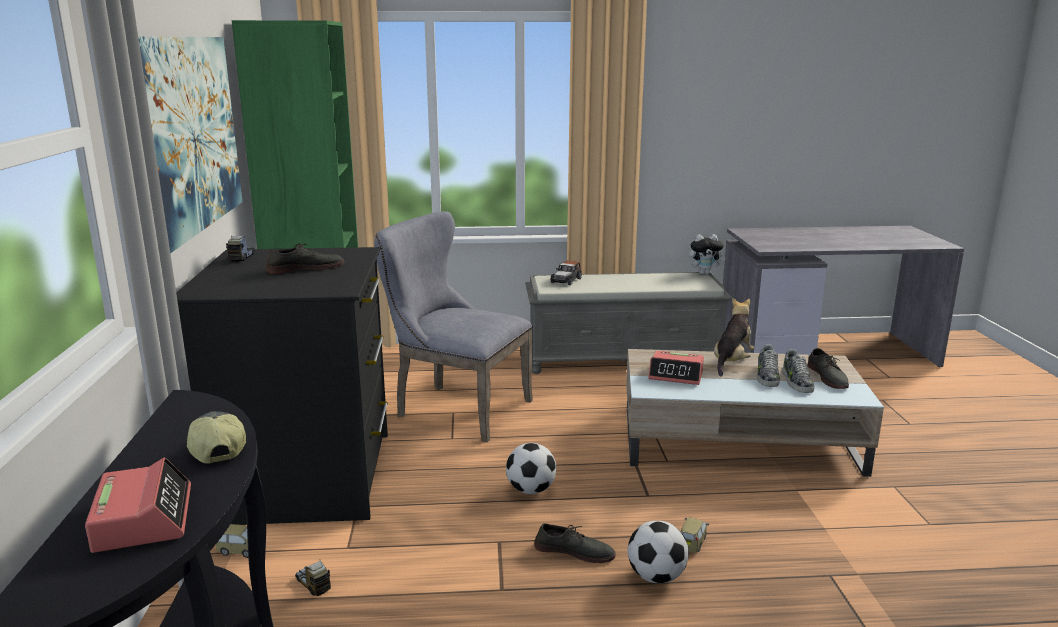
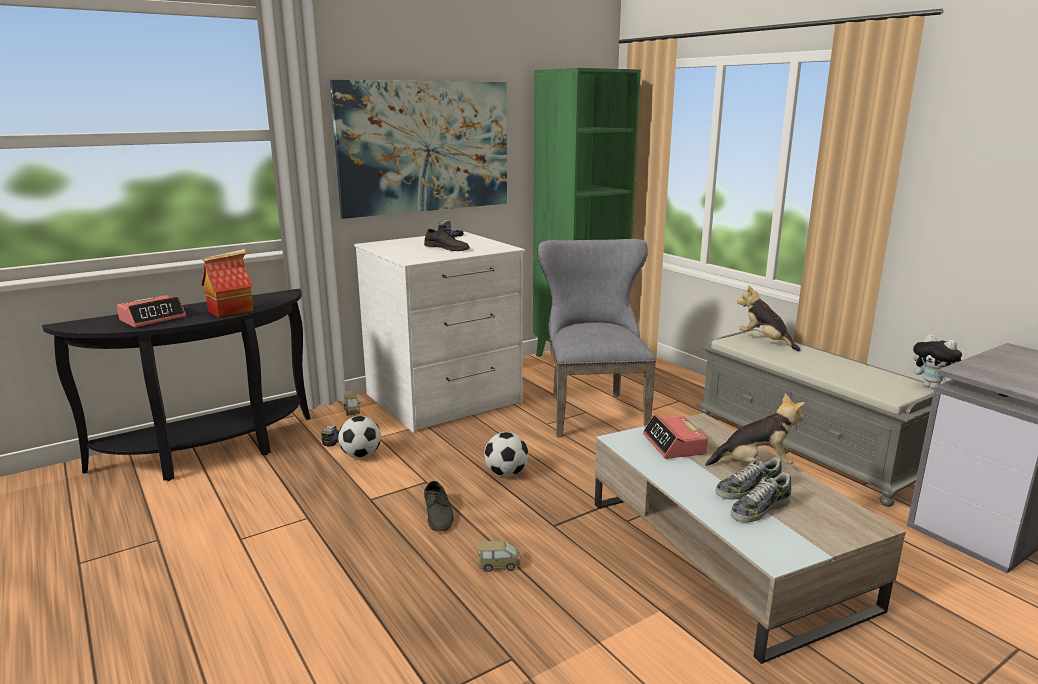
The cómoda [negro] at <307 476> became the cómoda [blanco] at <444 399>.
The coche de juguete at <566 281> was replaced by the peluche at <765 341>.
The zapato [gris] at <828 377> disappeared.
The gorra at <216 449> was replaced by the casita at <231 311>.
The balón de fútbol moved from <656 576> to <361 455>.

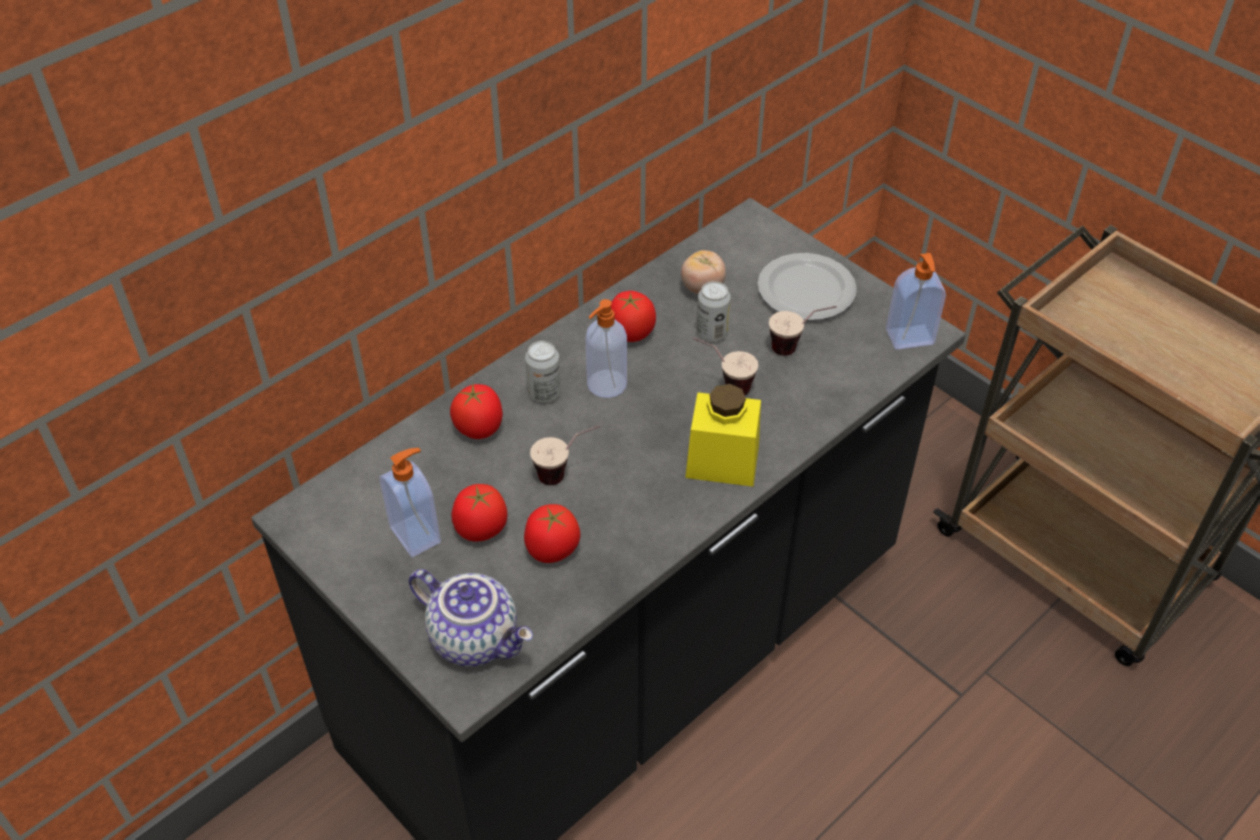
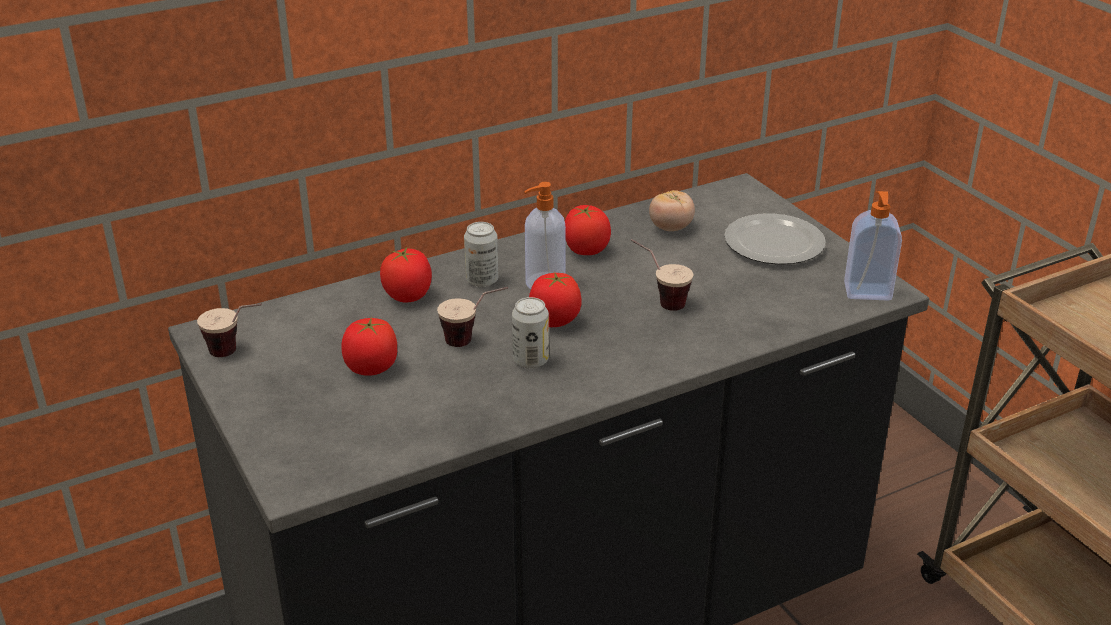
The lata moved from <712 333> to <530 360>.
The taza moved from <798 348> to <237 353>.
The tarro [amarillo] at <722 461> disappeared.
The dispensador de jabón at <417 534> disappeared.
The tomate moved from <552 550> to <554 321>.
The tetera at <476 637> disappeared.

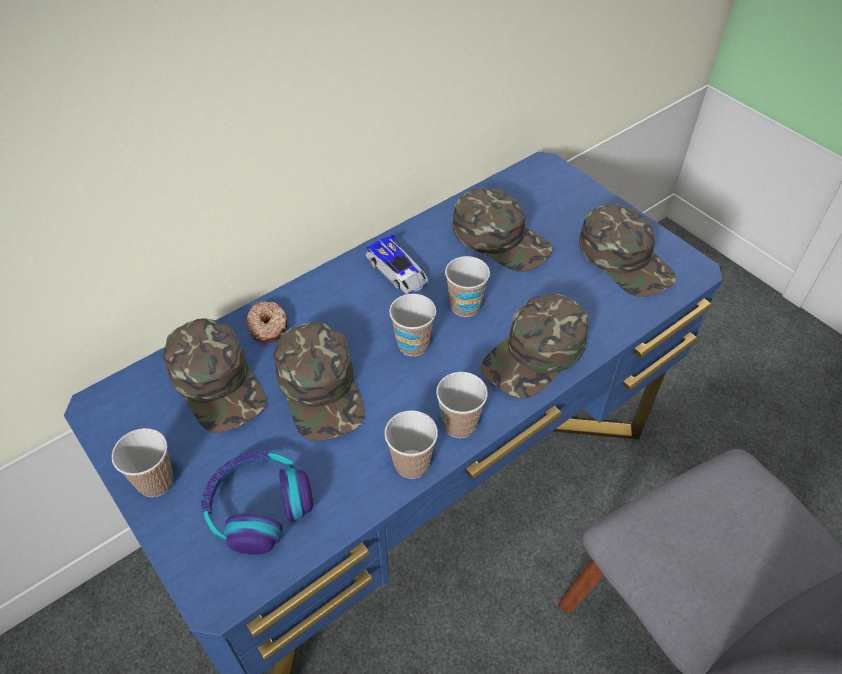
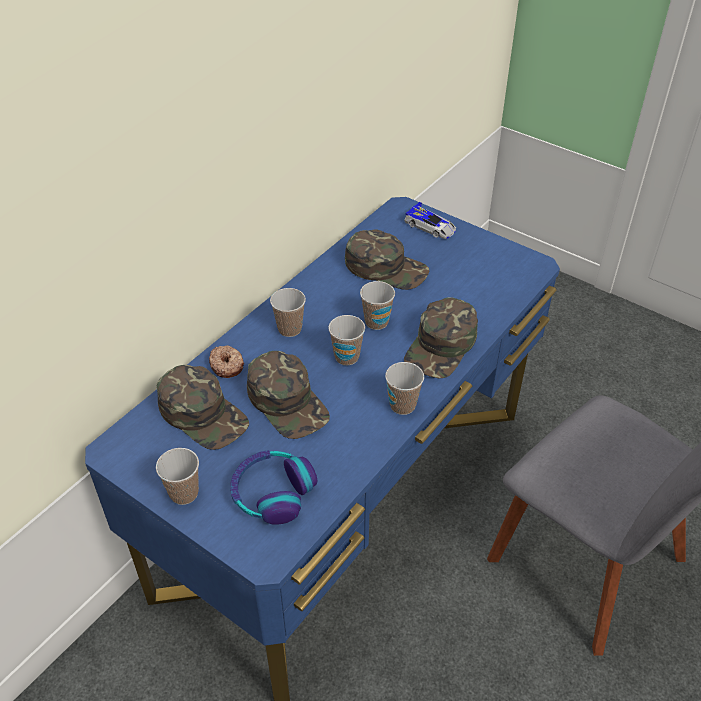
The gorra [verde] at <625 259> disappeared.
The coche de juguete moved from <398 271> to <430 227>.
The taza moved from <411 464> to <289 329>.

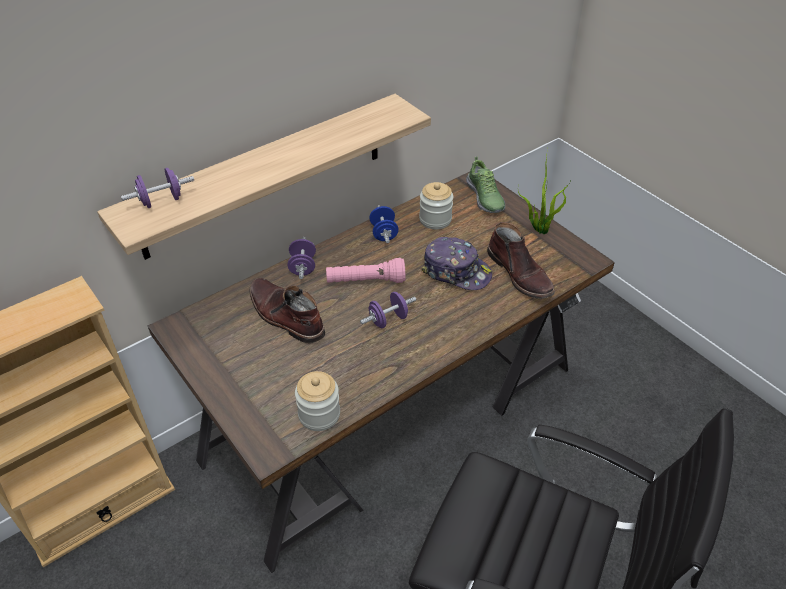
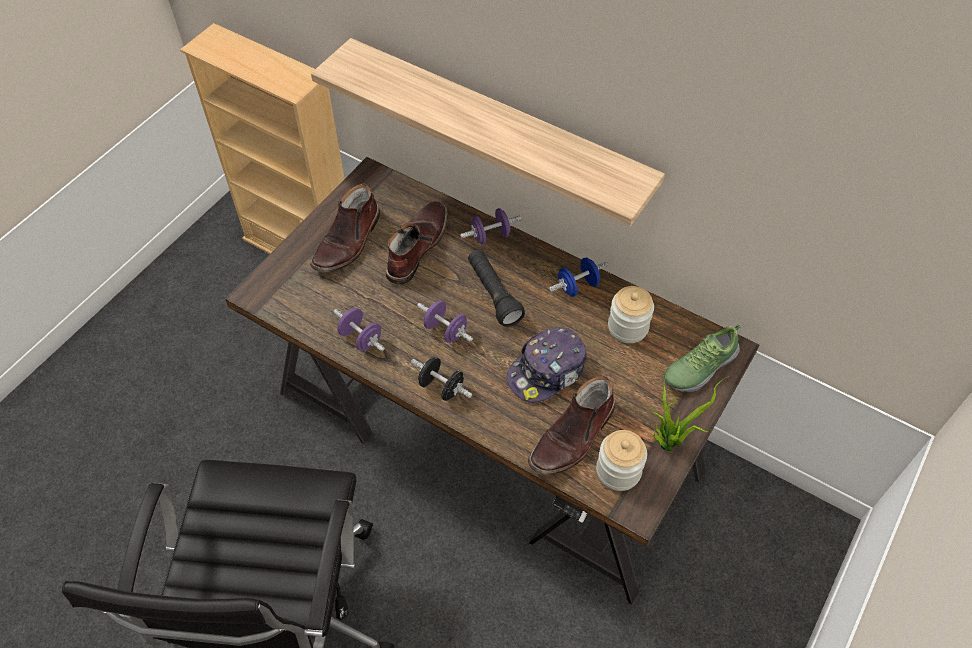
The mancuerna [morado] moved from <161 201> to <361 338>.
The gorra at <456 271> turned 45 degrees clockwise.
The linterna [rosa] at <365 281> became the linterna [negro] at <493 294>.
The tarro moved from <319 414> to <618 471>.
The bota [marrón] at <348 242> appeared.
The mancuerna [negro] at <441 387> appeared.

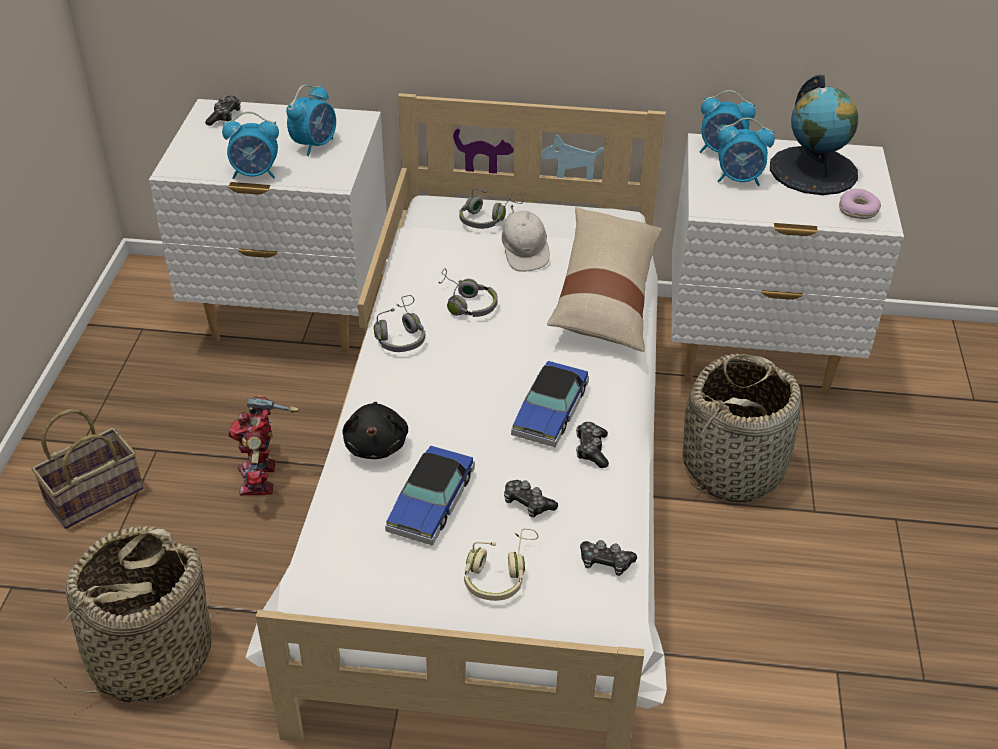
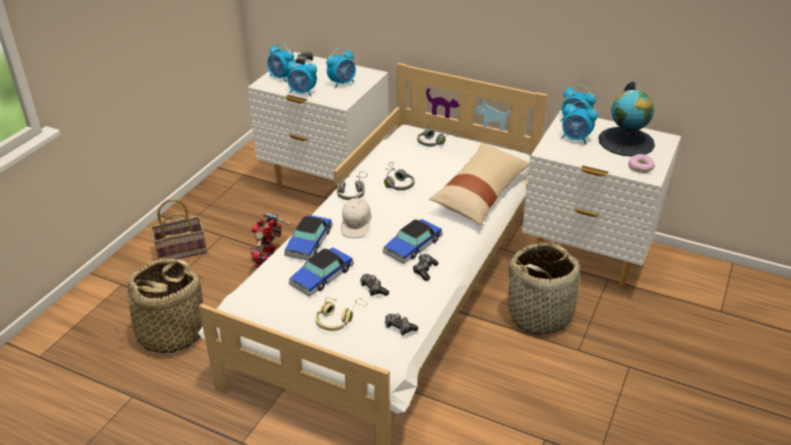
The gorra [blanco] moved from <524 253> to <356 226>.
The peluche [negro] at <376 444> was replaced by the coche de juguete at <309 243>.
The despertador at <282 78> appeared.

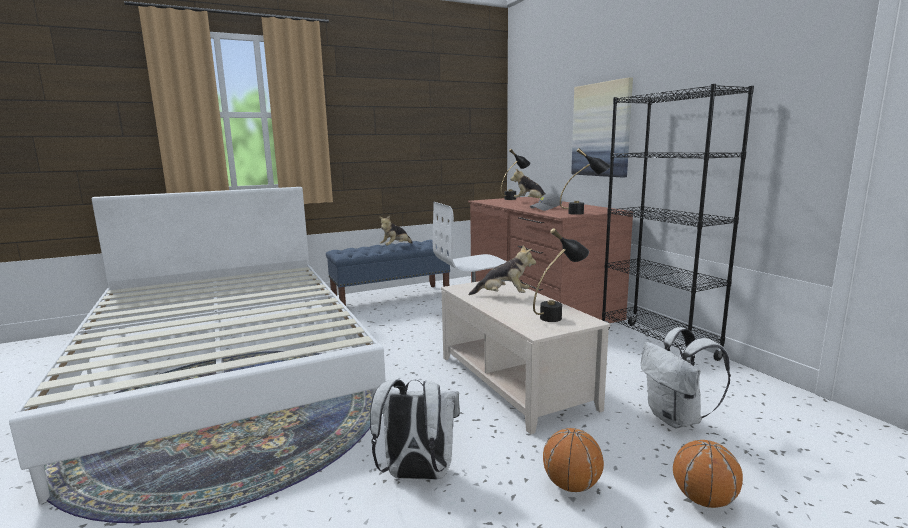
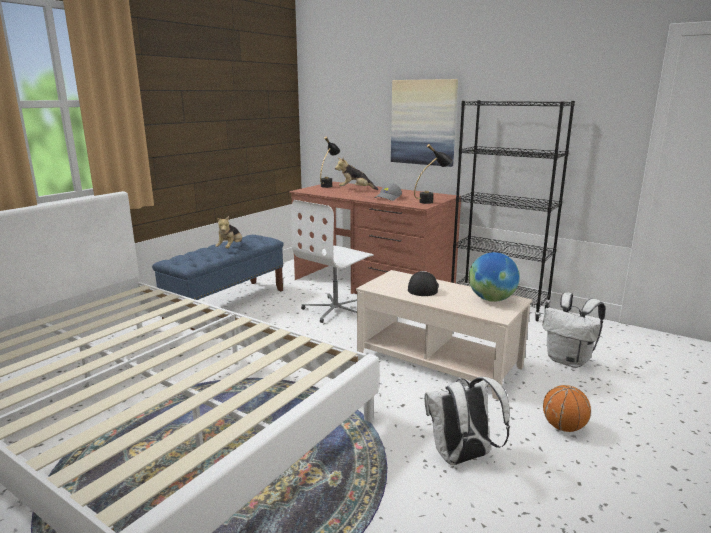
The lámpara de mesa [negro] at <558 316> was replaced by the globo terráqueo at <491 299>.
The peluche at <503 296> was replaced by the gorra at <423 288>.
The balón de baloncesto at <703 500> disappeared.

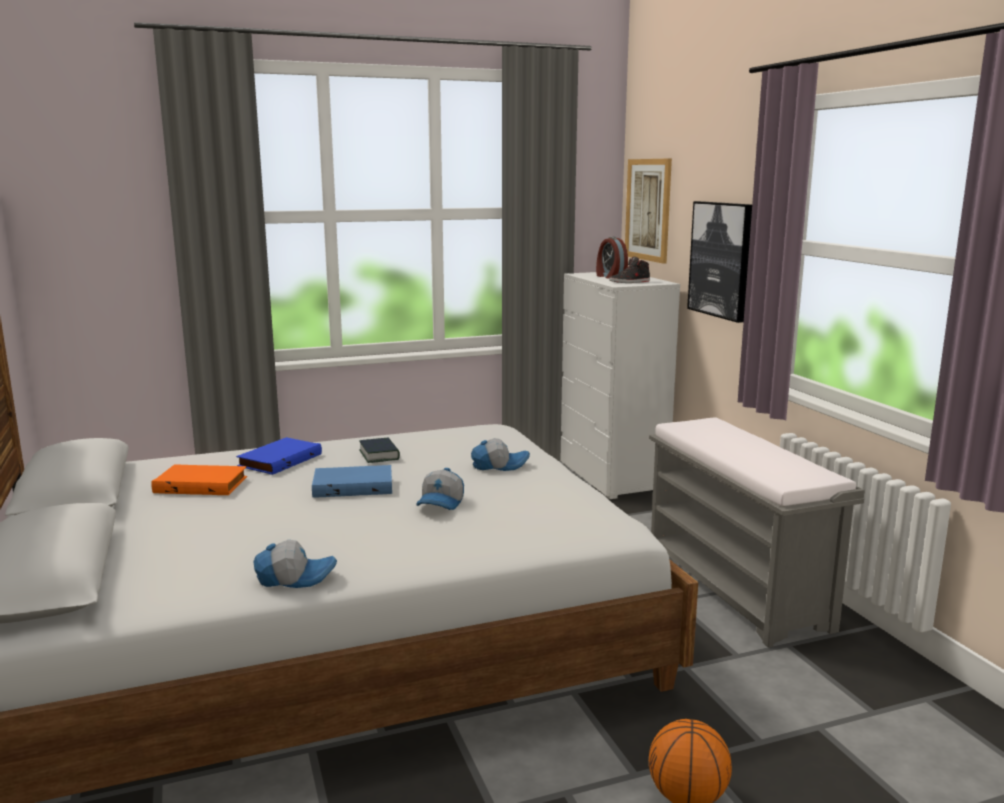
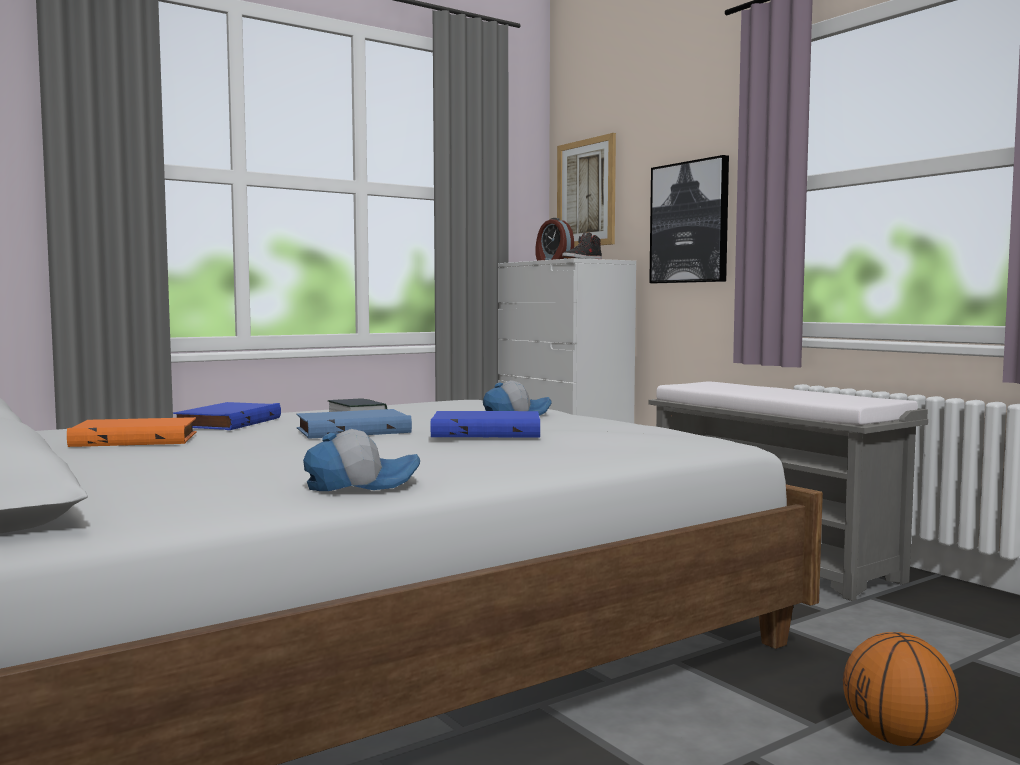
The gorra at <442 503> was replaced by the libro [azul] at <487 431>.

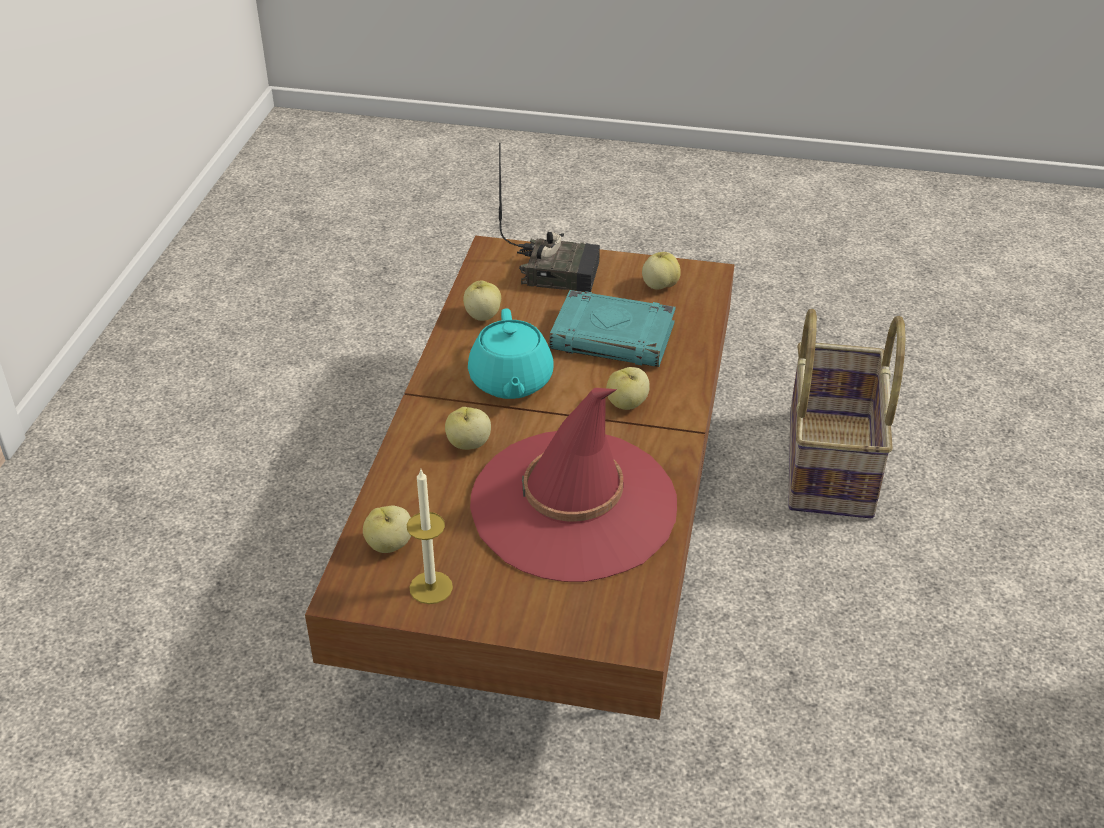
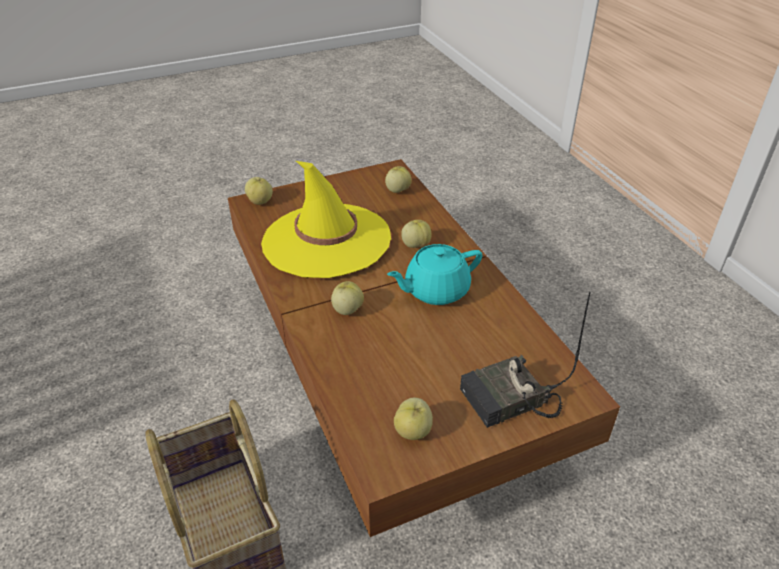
The manzana moved from <482 316> to <260 201>.
The libro [turquesa] at <614 337> disappeared.
The tetera [turquesa] at <510 382> turned 75 degrees counterclockwise.
The sombrero [rojo] at <574 505> became the sombrero [amarillo] at <326 240>.
The vela at <431 587> disappeared.

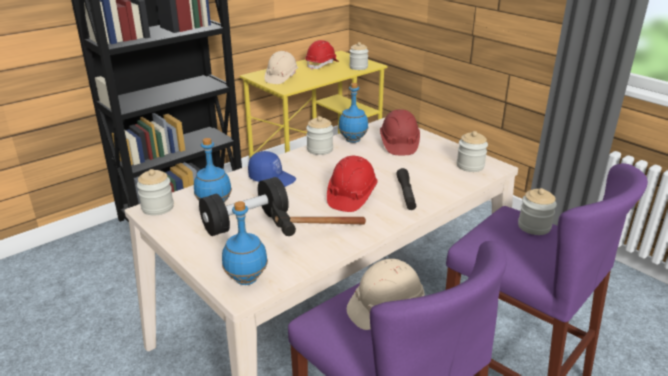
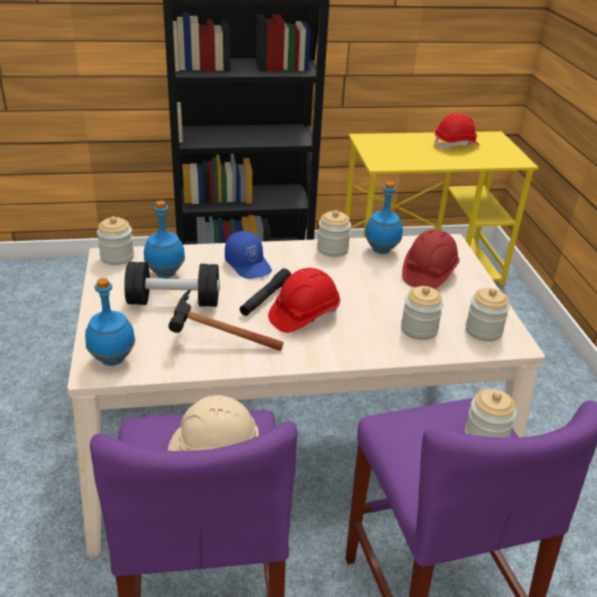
The tarro moved from <358 67> to <419 329>.
The casco [beis] at <281 78> disappeared.
The linterna [negro] moved from <406 194> to <265 298>.

